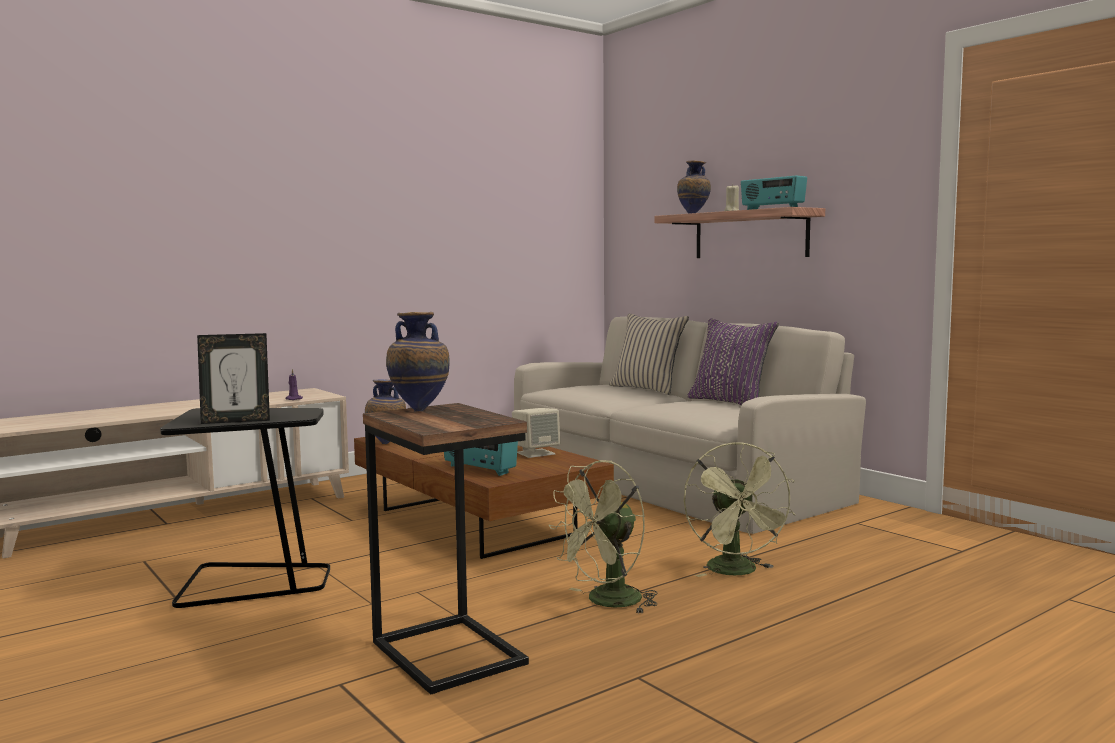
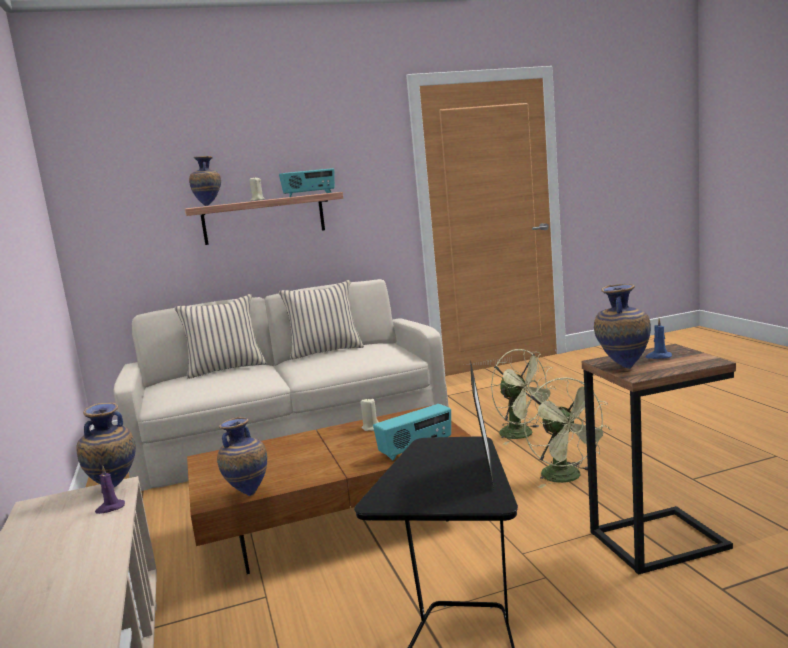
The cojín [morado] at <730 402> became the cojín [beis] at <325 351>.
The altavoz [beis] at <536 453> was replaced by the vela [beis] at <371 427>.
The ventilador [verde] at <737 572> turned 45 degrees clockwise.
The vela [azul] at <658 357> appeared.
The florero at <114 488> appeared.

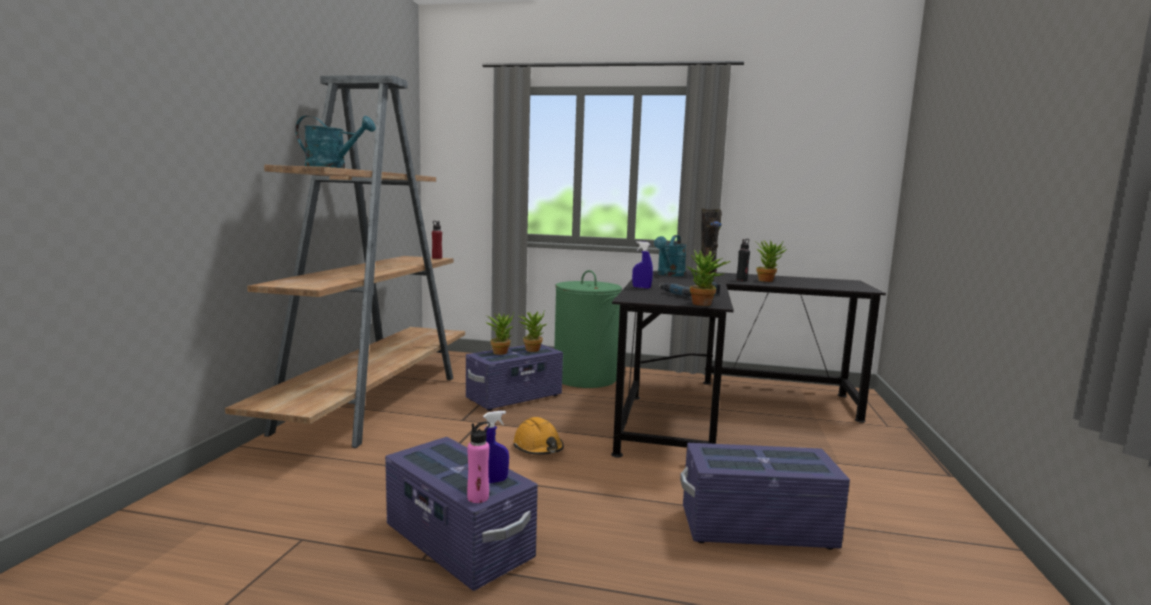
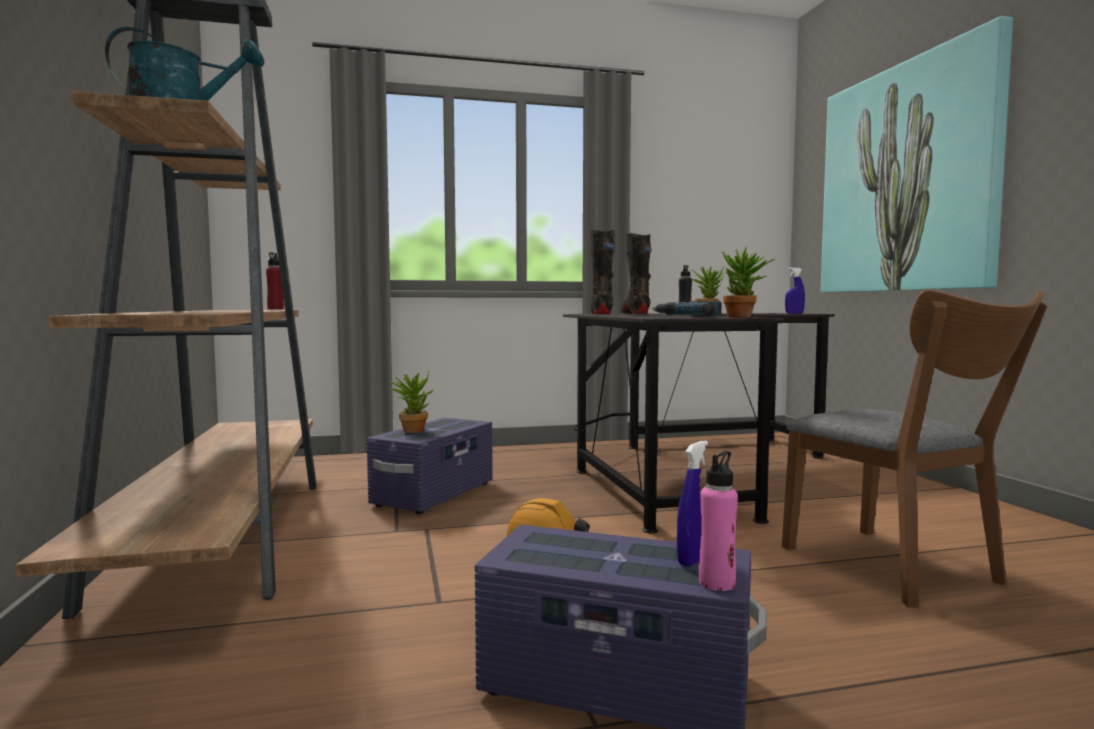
The regadera [turquesa] at <669 275> was replaced by the bota [negro] at <601 314>.
The pulverizador [azul] moved from <641 287> to <794 313>.
The cesto de la ropa [verde] at <584 378> disappeared.
The planta en maceta at <532 349> disappeared.
The caja de almacenaje [morado] at <756 528> was replaced by the silla [marrón] at <900 570>.
The cuadro at <906 179> appeared.

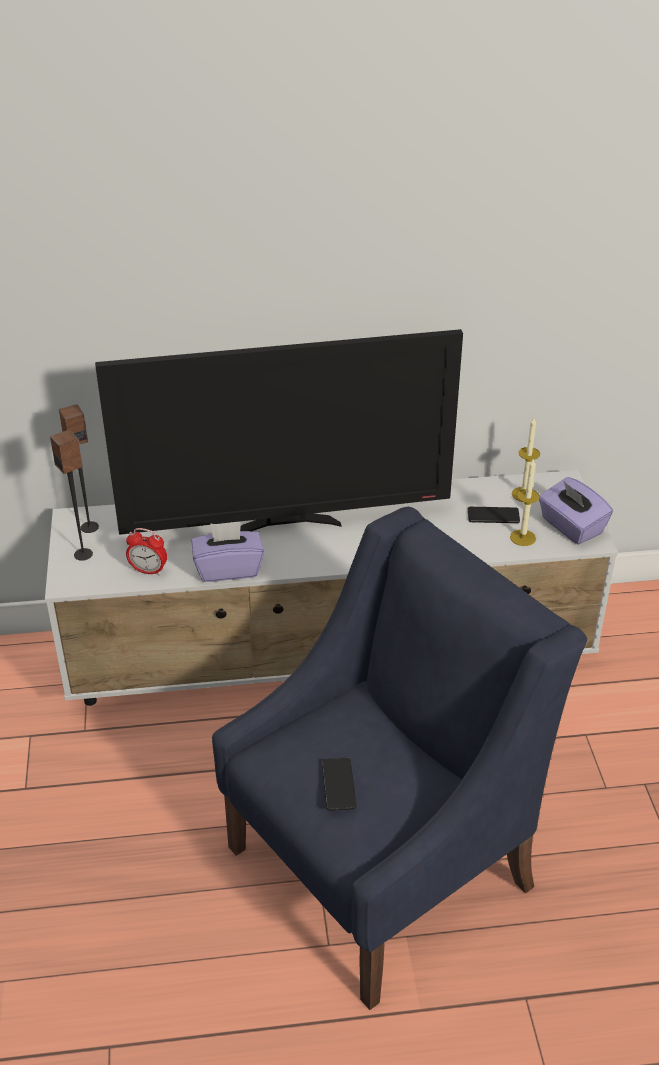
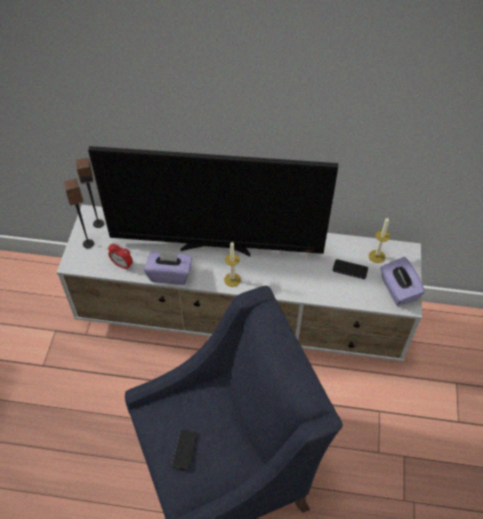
The vela moved from <522 537> to <232 279>.

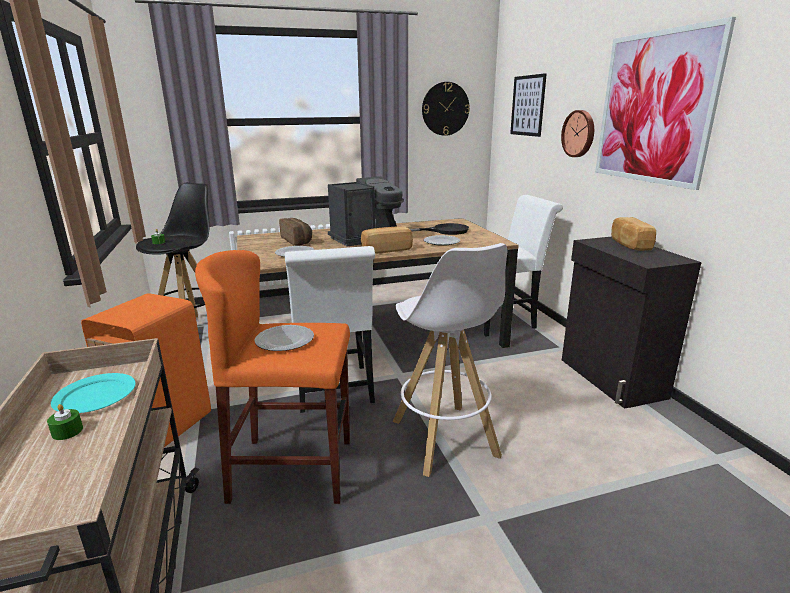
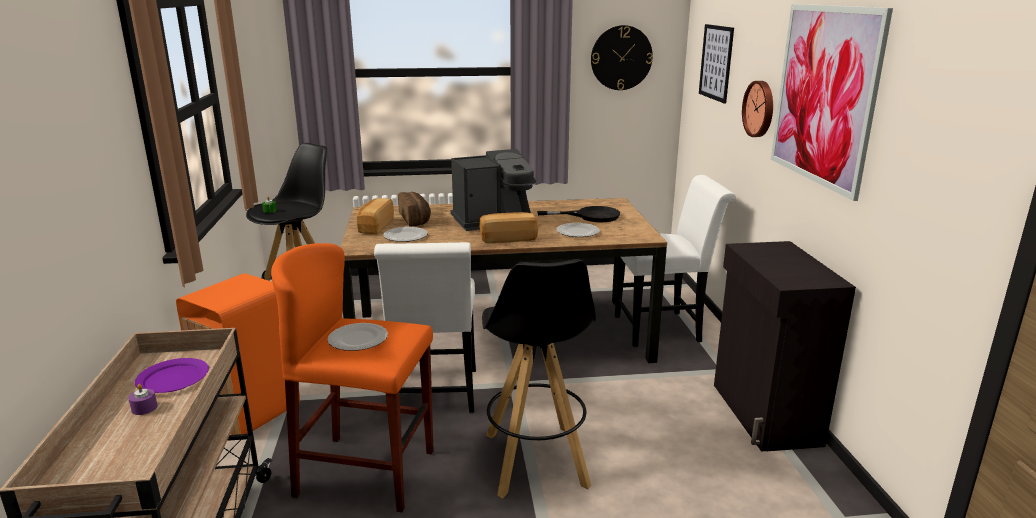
The pan moved from <629 244> to <374 227>.
The taburete [blanco] at <444 438> became the taburete [negro] at <536 461>.
The plato [turquesa] at <95 396> became the plato [morado] at <172 379>.
The vela [verde] at <67 431> became the vela [morado] at <144 408>.

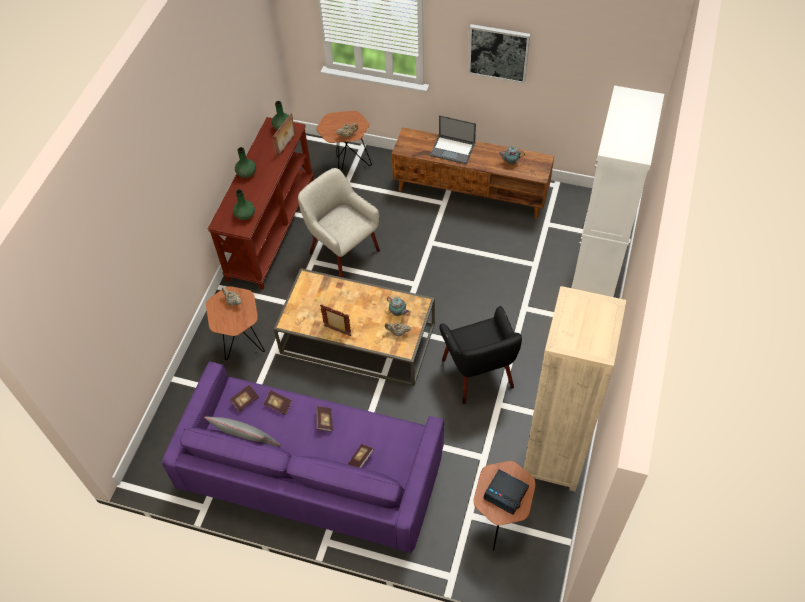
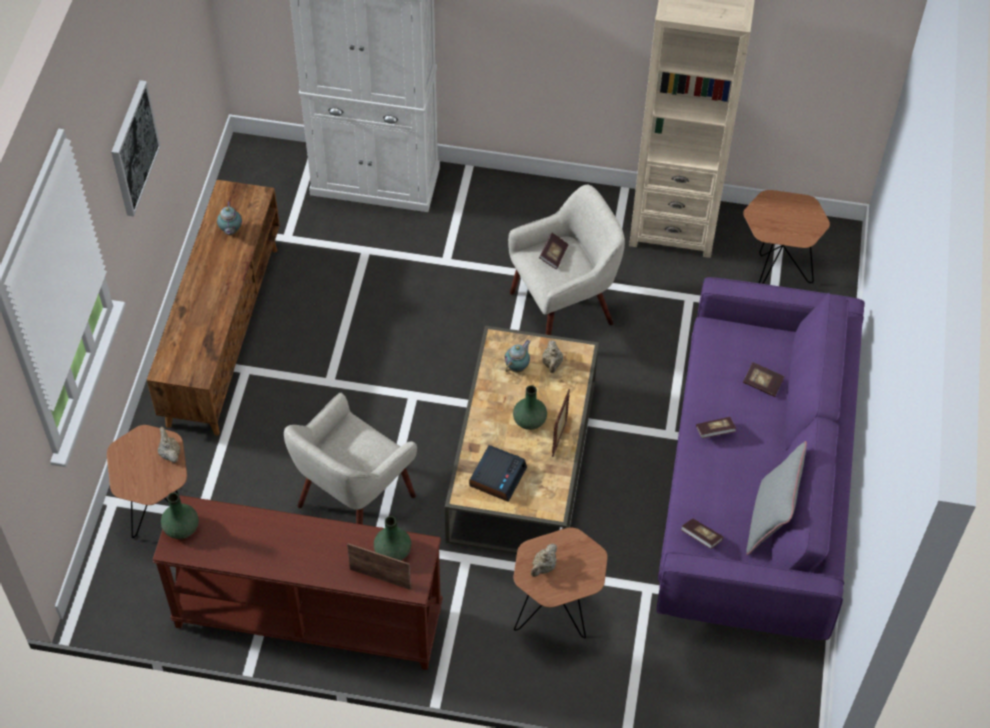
The portarretratos moved from <286 145> to <381 578>.
The portátil at <453 149> disappeared.
The florero [verde] moved from <246 173> to <530 420>.
The sillón [negro] at <479 374> became the sillón [beis] at <563 308>.
The libro moved from <278 405> to <553 255>.
The despertador moved from <506 493> to <497 476>.

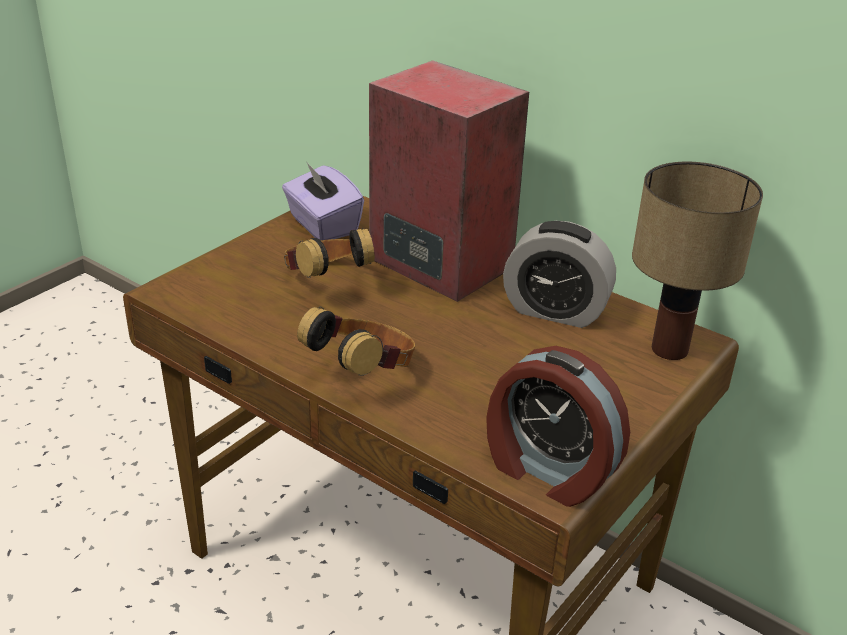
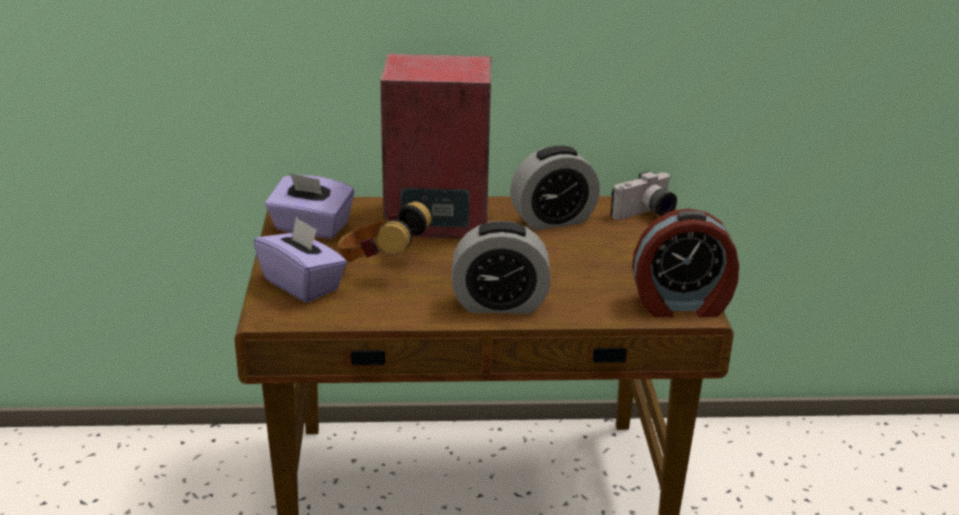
The lámpara de mesa at <671 349> was replaced by the cámara at <646 214>.
The auriculares at <363 373> was replaced by the despertador at <499 304>.
The caja de pañuelos [morado] at <302 284> appeared.

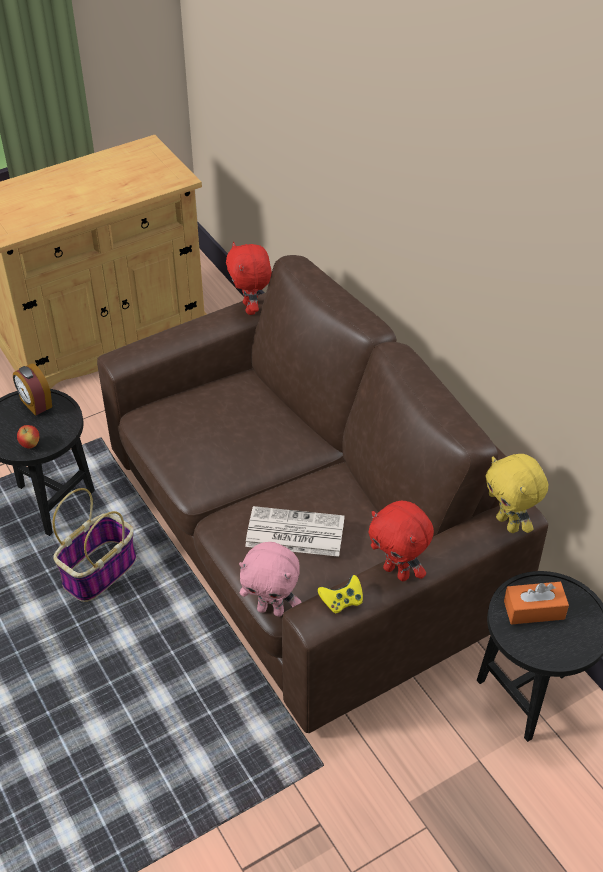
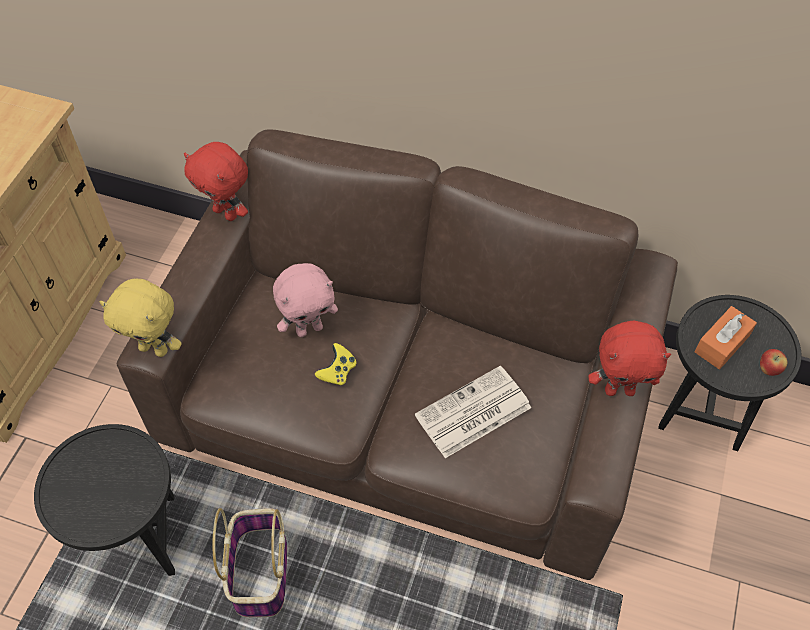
The despertador at <35 404> disappeared.
The manzana moved from <30 445> to <768 369>.
The peluche [amarillo] moved from <508 524> to <155 348>.
The peluche [rosa] moved from <271 609> to <309 329>.
The mando de consola [amarillo] moved from <342 601> to <337 372>.

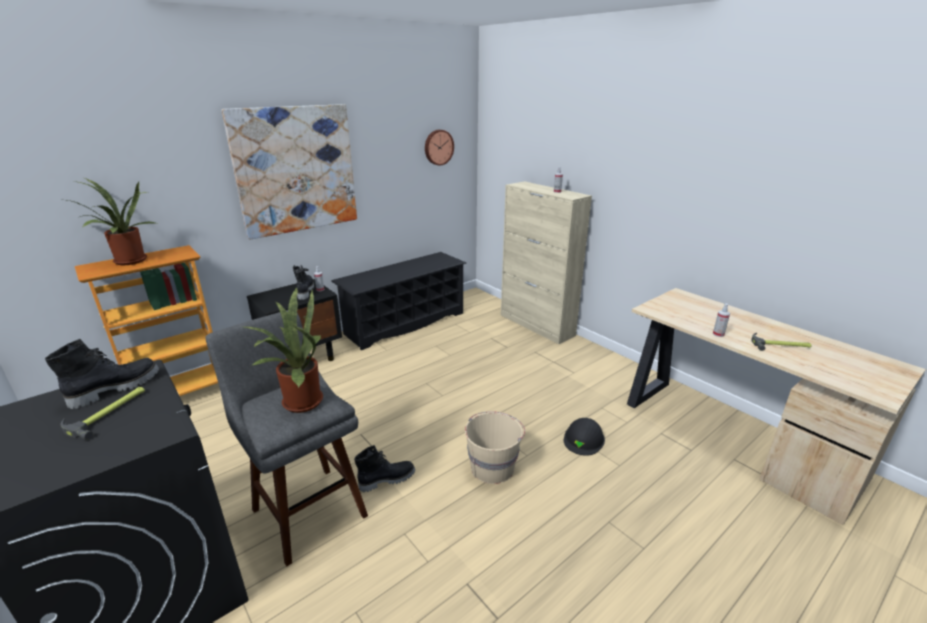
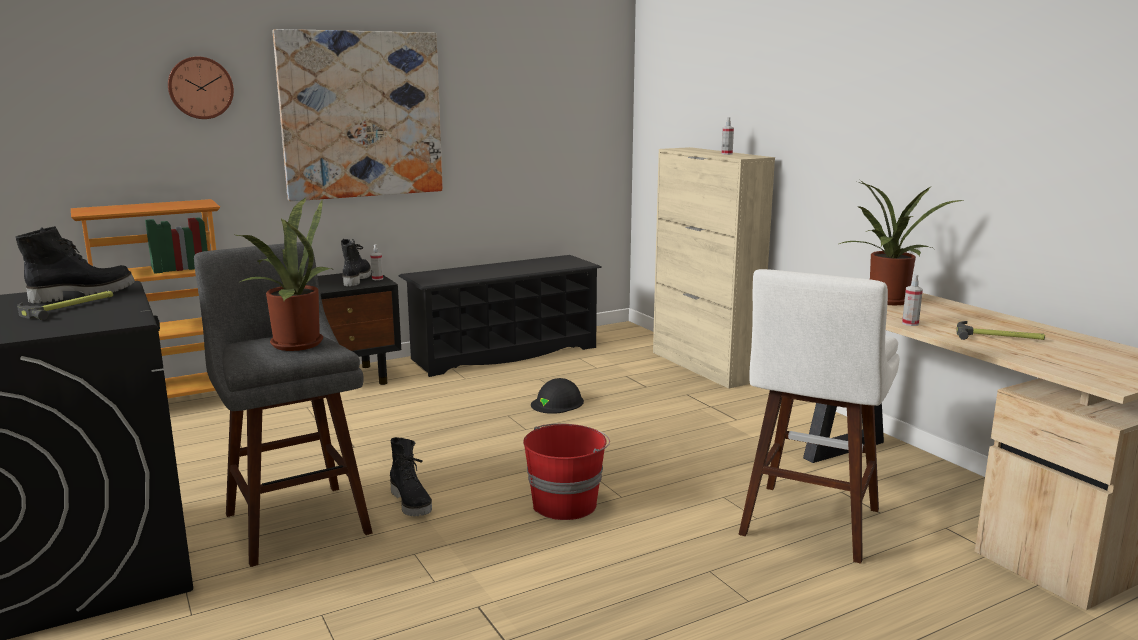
The reloj de pared moved from <438 147> to <200 88>.
The planta en maceta moved from <128 262> to <888 302>.
The cubo [beis] at <492 466> became the cubo [rojo] at <565 503>.
The casco [negro] moved from <584 439> to <557 403>.
The bota [negro] at <387 479> turned 75 degrees clockwise.
The taburete [blanco] at <808 525> appeared.

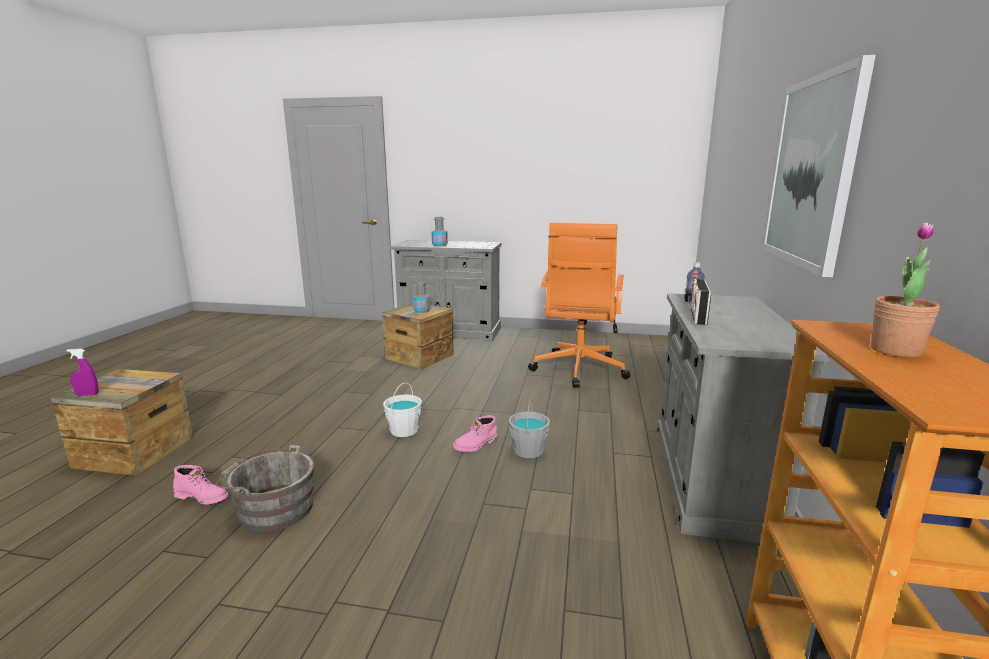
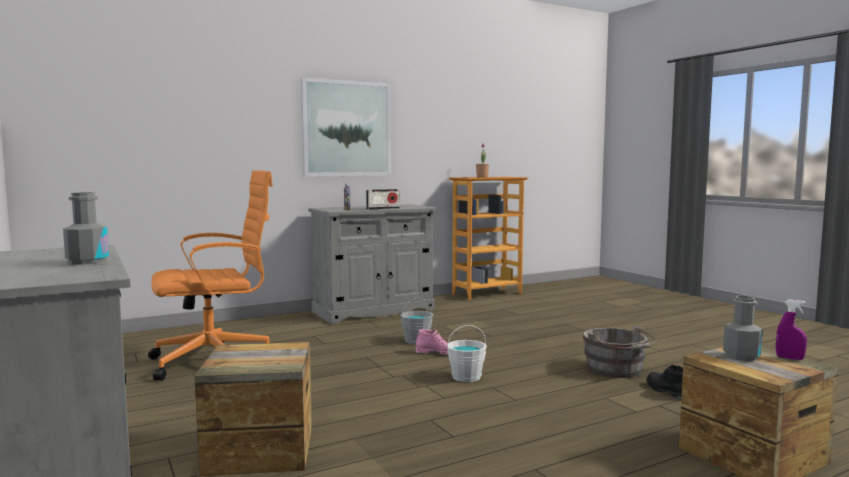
The botella [gris] moved from <422 311> to <741 356>.
The bota [rosa] at <203 497> became the bota [negro] at <667 391>.

